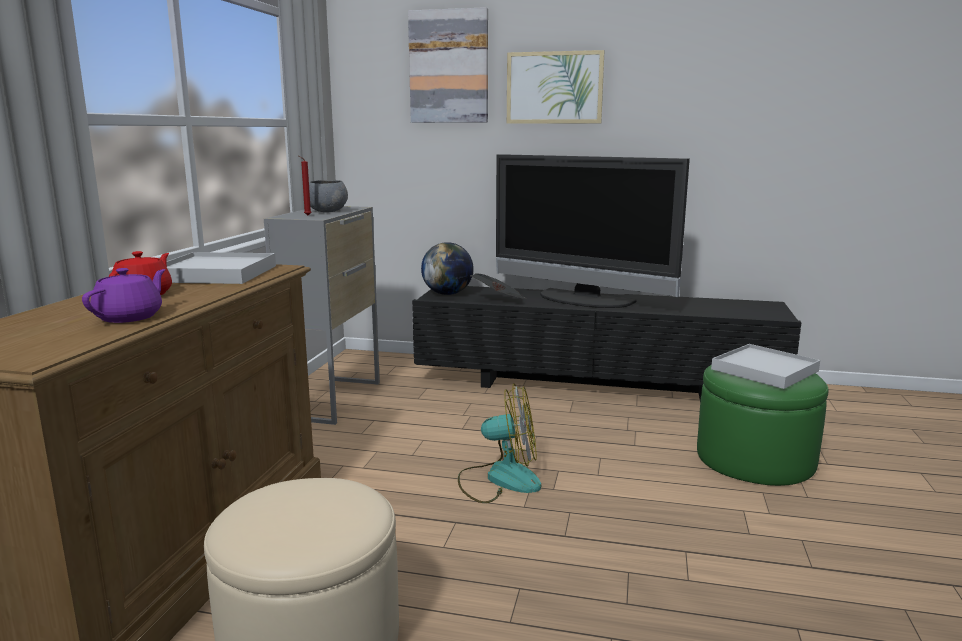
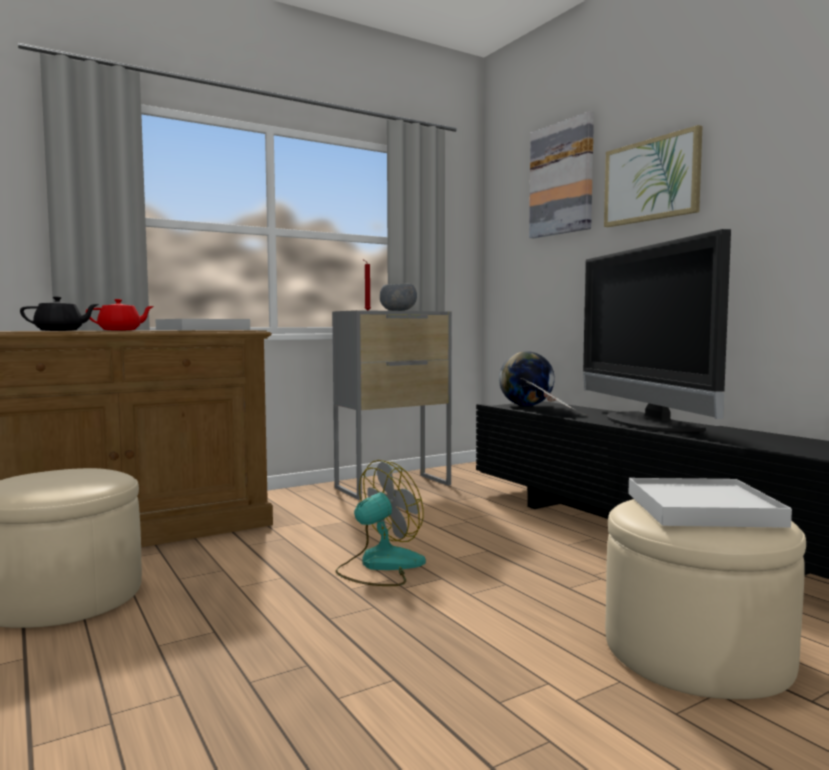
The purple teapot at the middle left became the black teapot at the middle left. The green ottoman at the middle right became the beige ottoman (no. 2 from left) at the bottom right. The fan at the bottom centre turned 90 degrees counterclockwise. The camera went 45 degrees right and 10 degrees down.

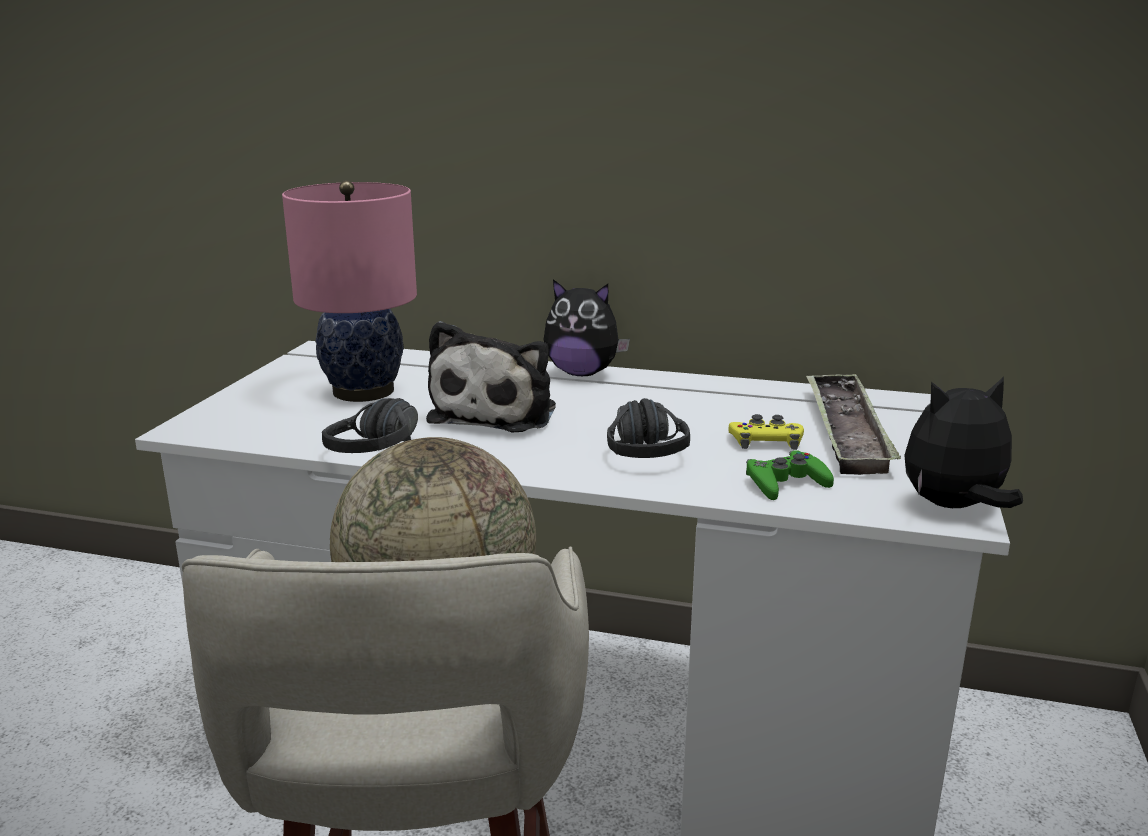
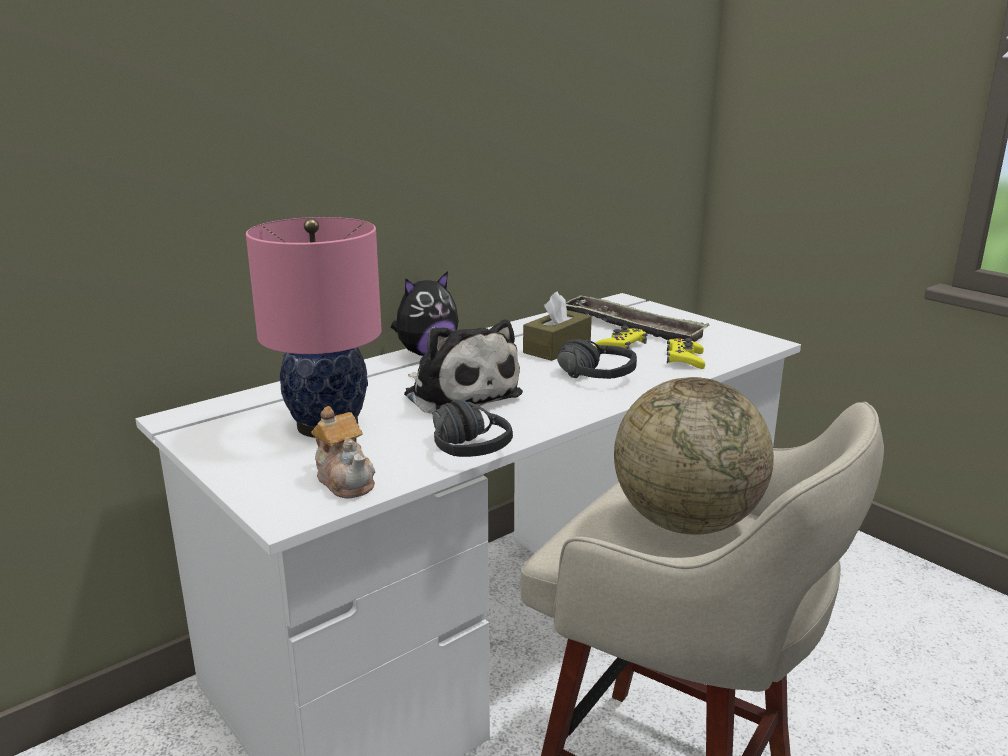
The plush toy (no. 3 from left) at the middle right disappeared. The teapot at the centre appeared. The brown tissue box at the centre appeared. The green game controller at the middle right became the yellow game controller (no. 2 from left) at the middle right. The camera went 55 degrees left and 0 degrees up.

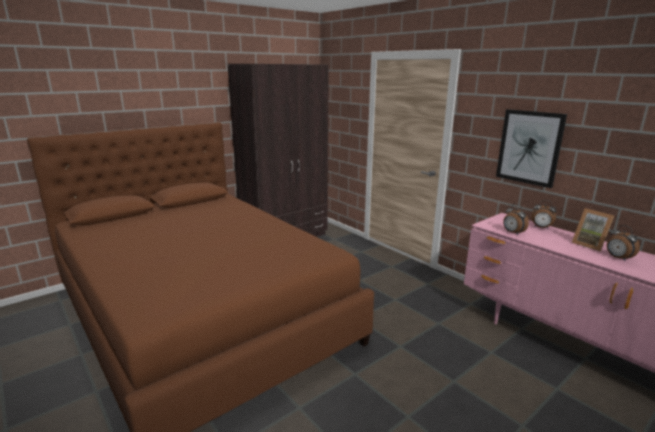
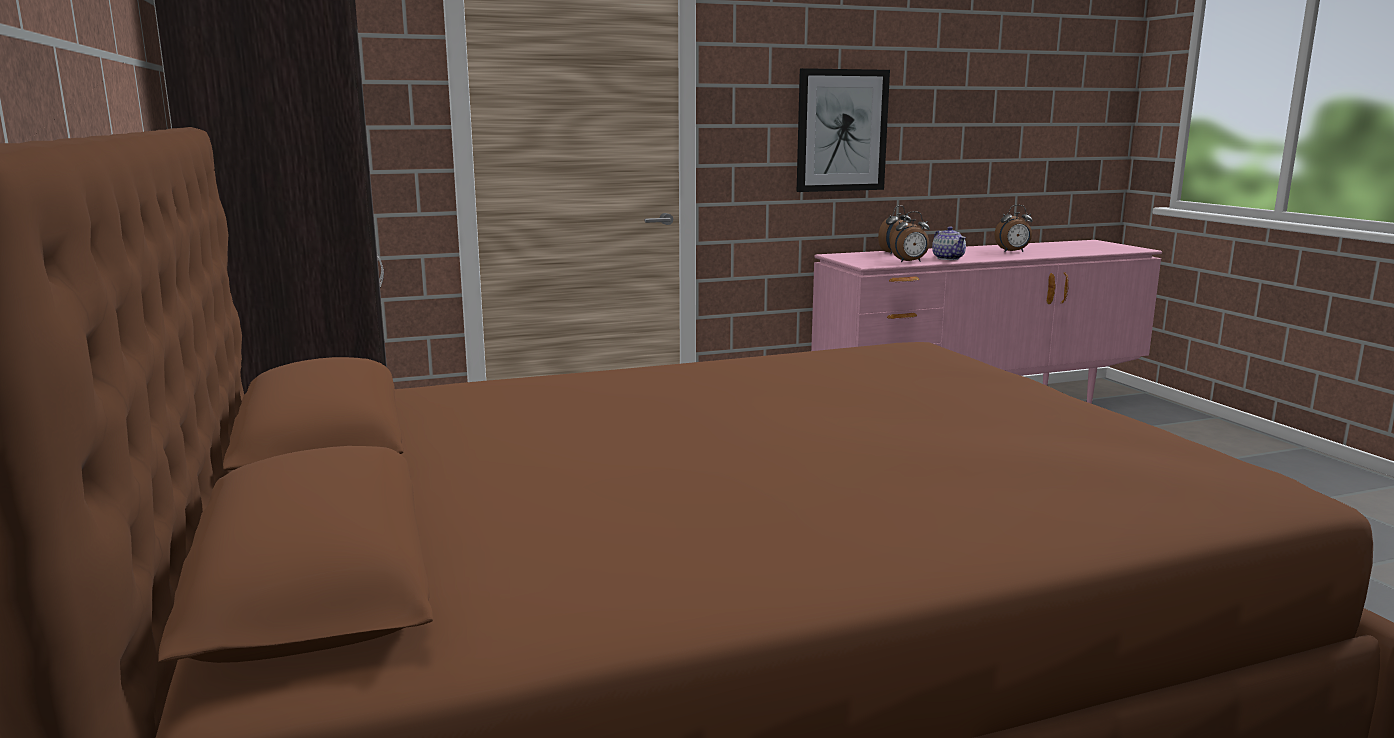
The picture frame at the middle right disappeared. The teapot at the top right appeared. The camera went 70 degrees left and 5 degrees down.

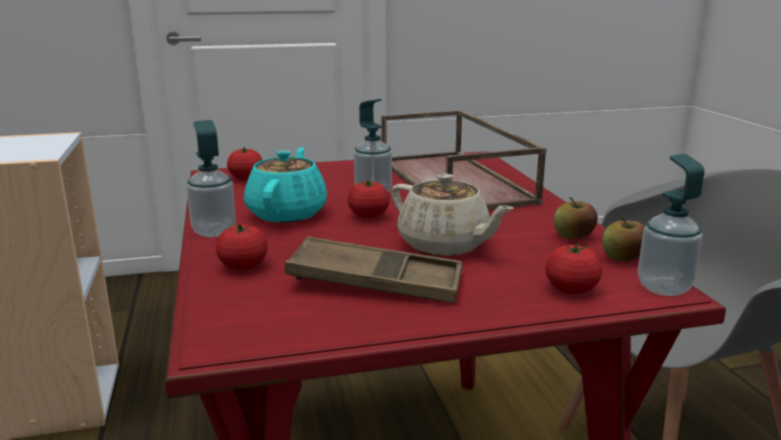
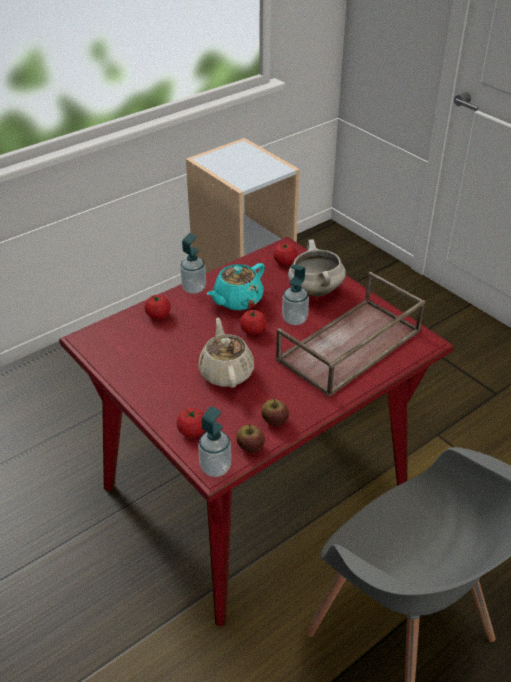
The brown tray (no. 1 from left) at the centre disappeared. The white cooking pot at the centre appeared. The turquoise teapot at the centre turned 150 degrees clockwise. The beige teapot at the centre turned 150 degrees clockwise. The camera went 65 degrees right and 20 degrees up.

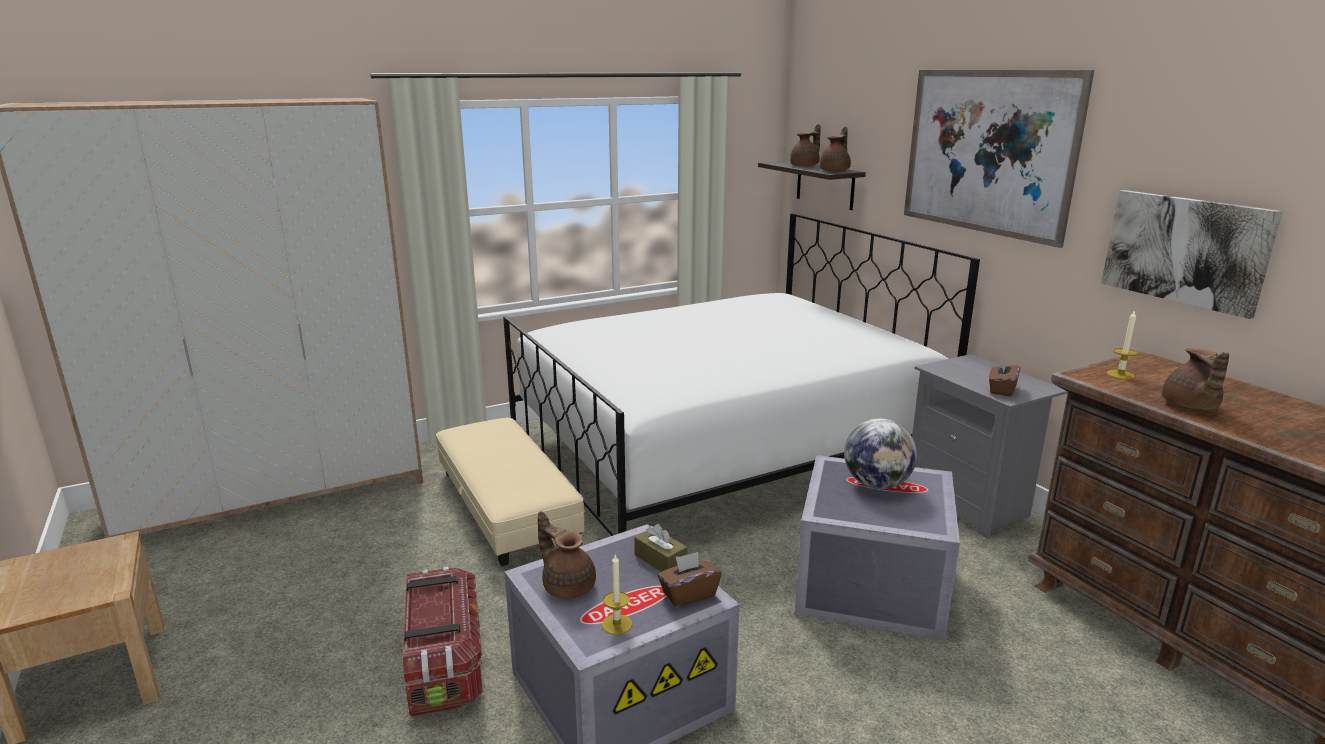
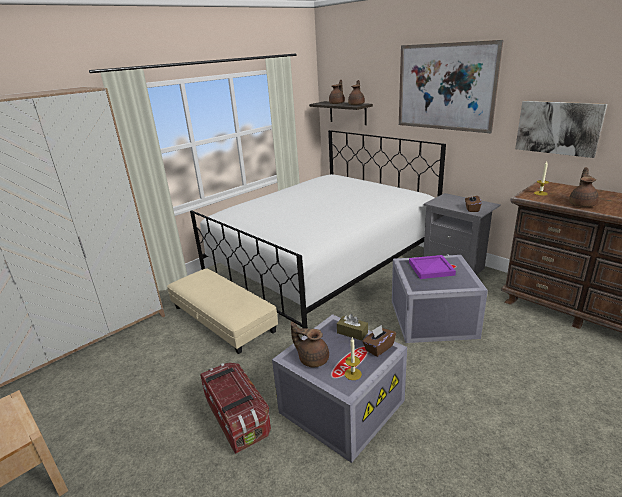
The globe at the centre was replaced by the purple tray at the middle right. The brown teapot (no. 4 from left) at the middle right turned 150 degrees counterclockwise. The camera went 15 degrees left and 5 degrees up.

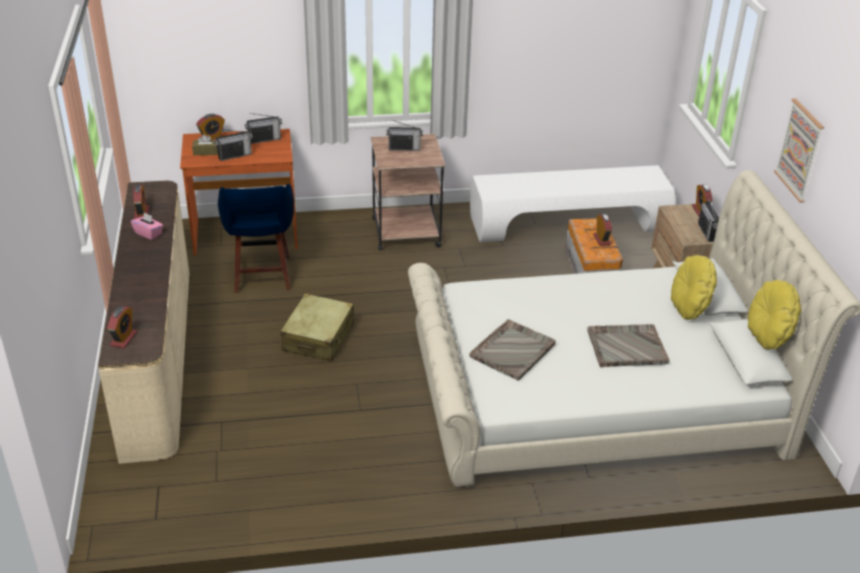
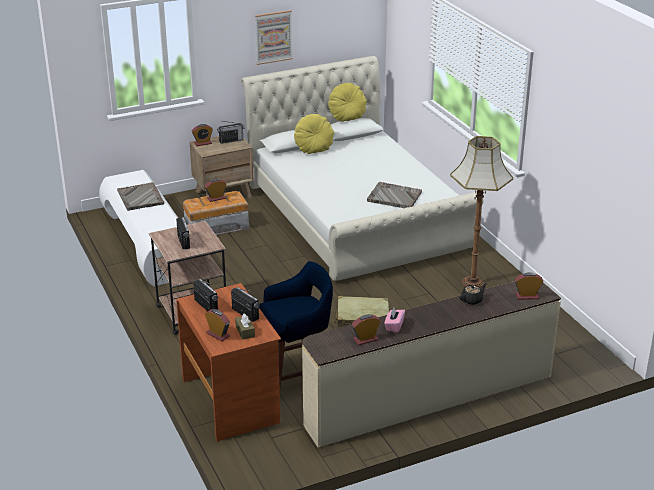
The floor lamp at the middle right appeared. The black teapot at the middle right appeared. The grey tray (no. 2 from left in the first image) moved from the middle right to the middle left. The camera went 105 degrees left and 5 degrees down.

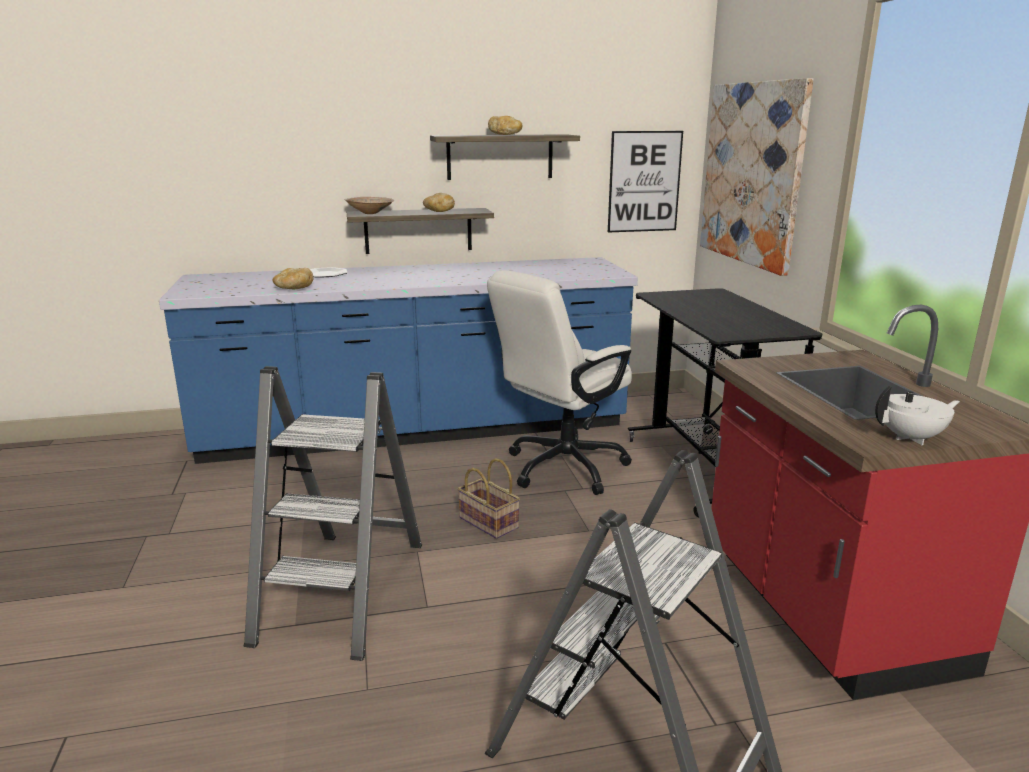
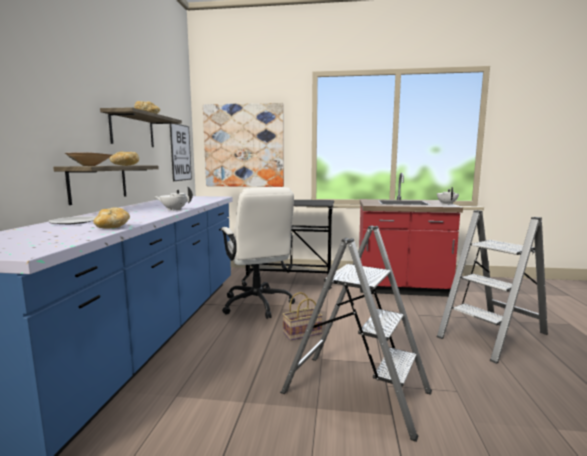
The white teapot (no. 1 from left) at the middle left appeared. The camera went 70 degrees left and 10 degrees down.

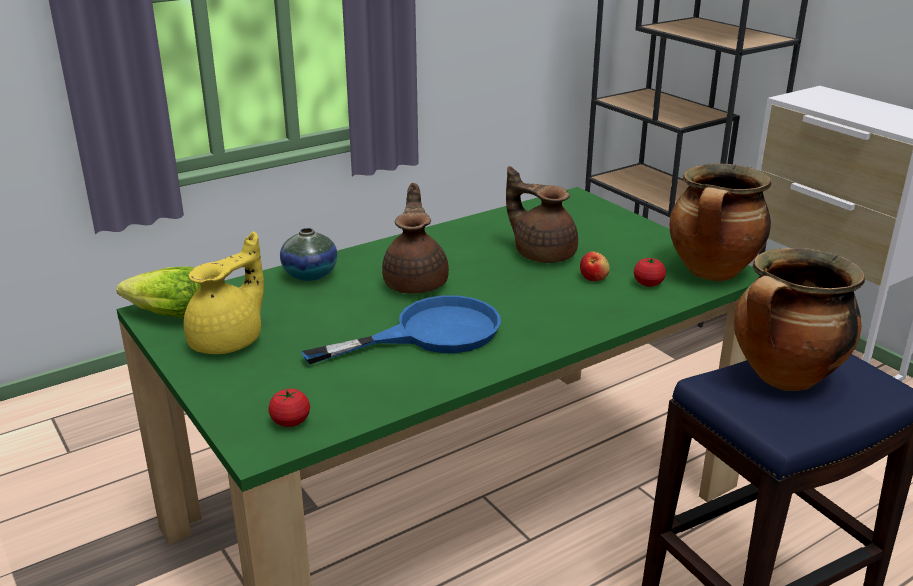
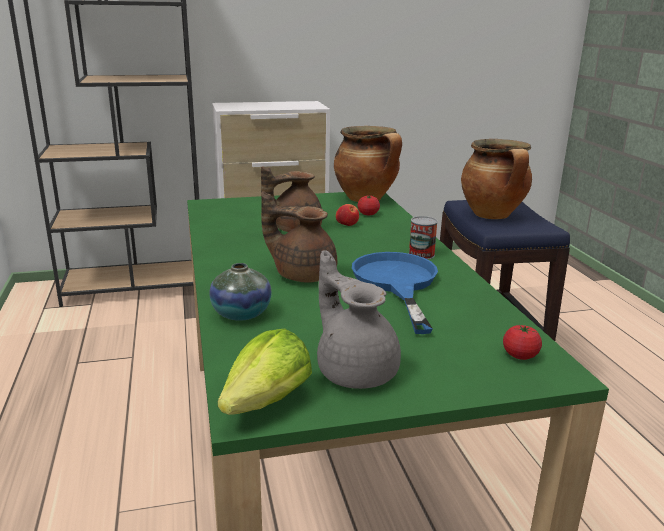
The can at the centre appeared. The yellow teapot at the middle left became the grey teapot at the centre. The camera went 70 degrees left and 5 degrees down.

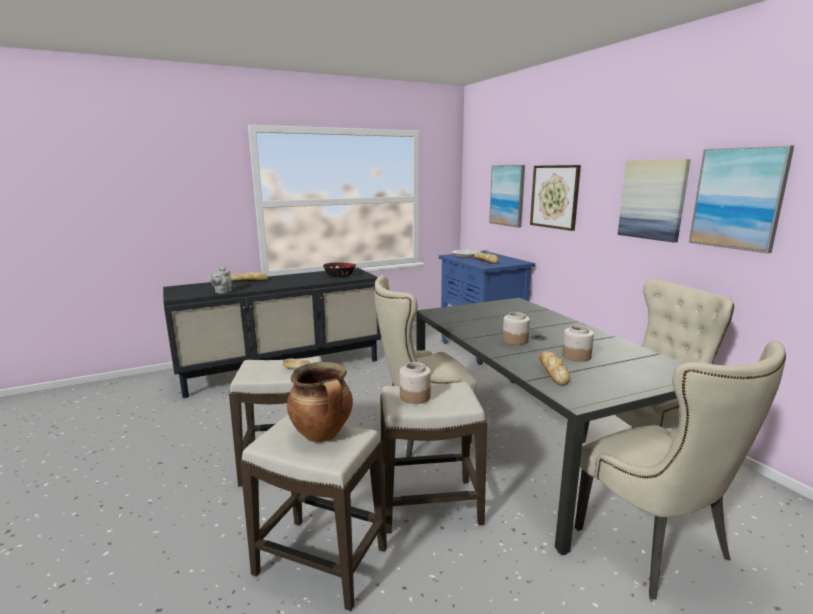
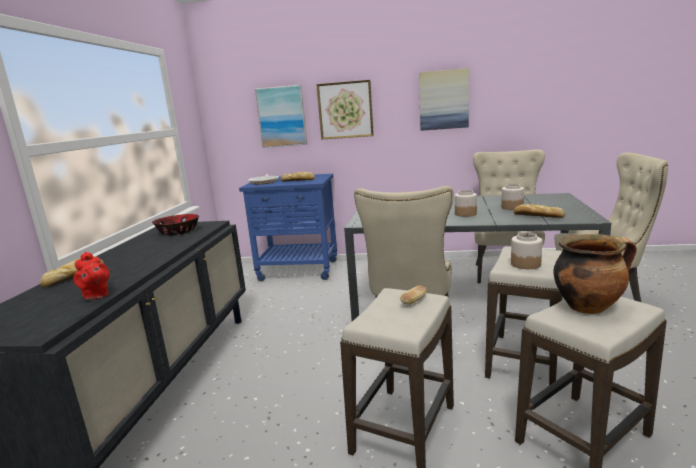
The picture (no. 4 from left) at the top right disappeared. The grey teapot at the middle left became the red teapot at the middle left. The camera went 55 degrees left and 0 degrees up.

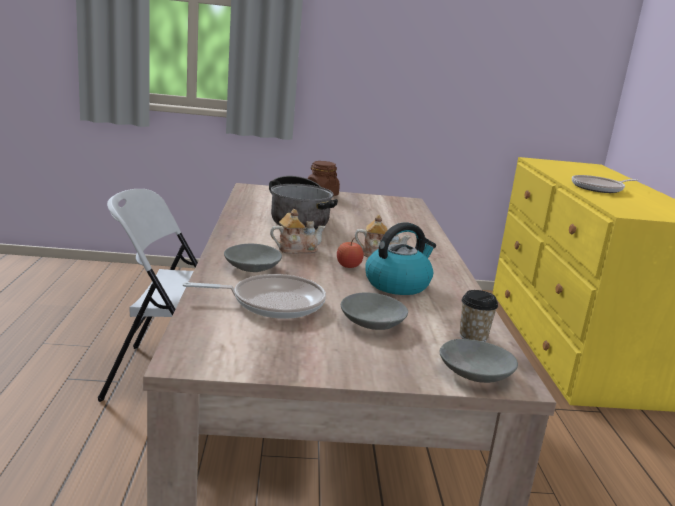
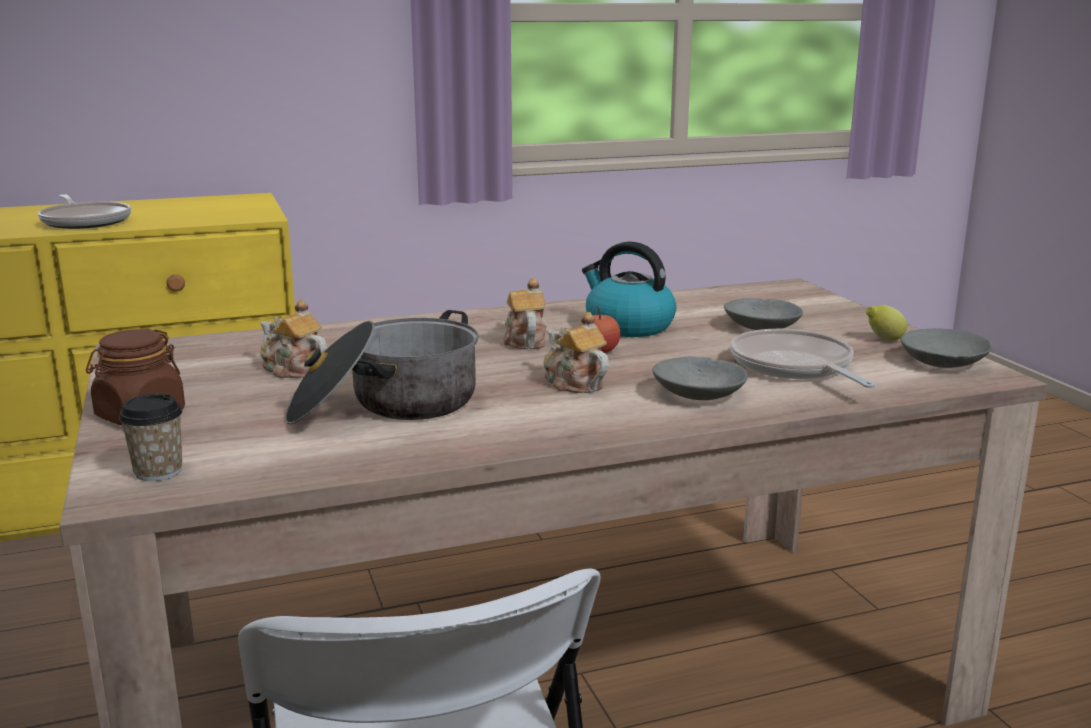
The teapot (no. 1 from left) at the middle left appeared. The lemon at the middle right appeared. The grey bowl (no. 3 from left) moved from the bottom right to the middle right. The cup moved from the middle right to the middle left. The camera went 105 degrees left and 0 degrees up.

